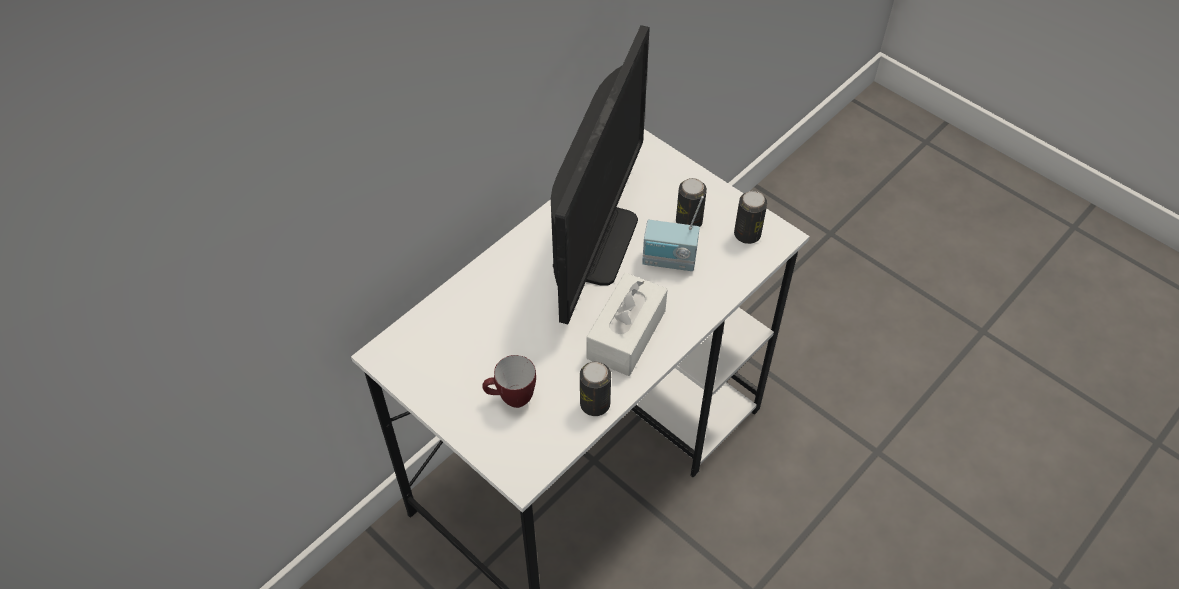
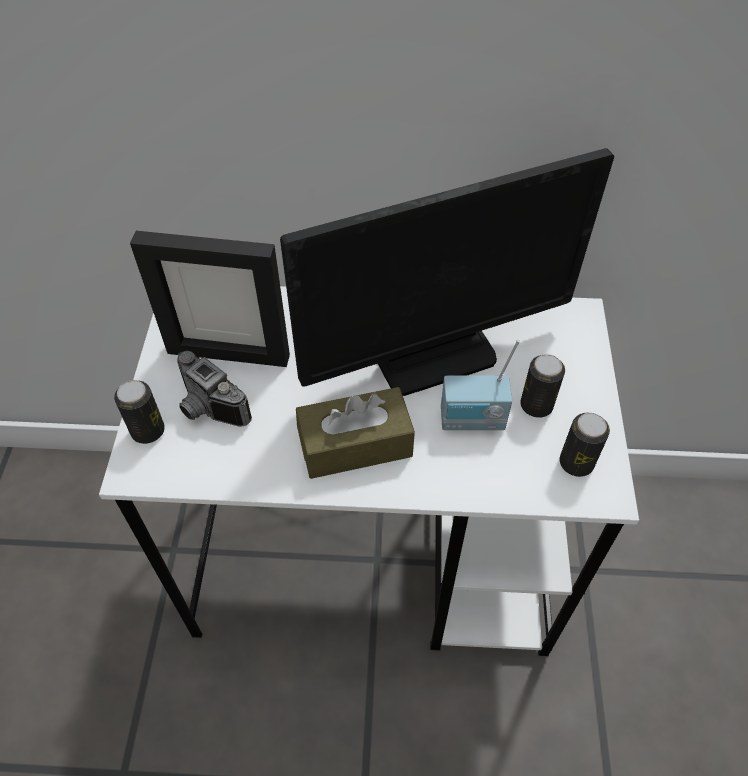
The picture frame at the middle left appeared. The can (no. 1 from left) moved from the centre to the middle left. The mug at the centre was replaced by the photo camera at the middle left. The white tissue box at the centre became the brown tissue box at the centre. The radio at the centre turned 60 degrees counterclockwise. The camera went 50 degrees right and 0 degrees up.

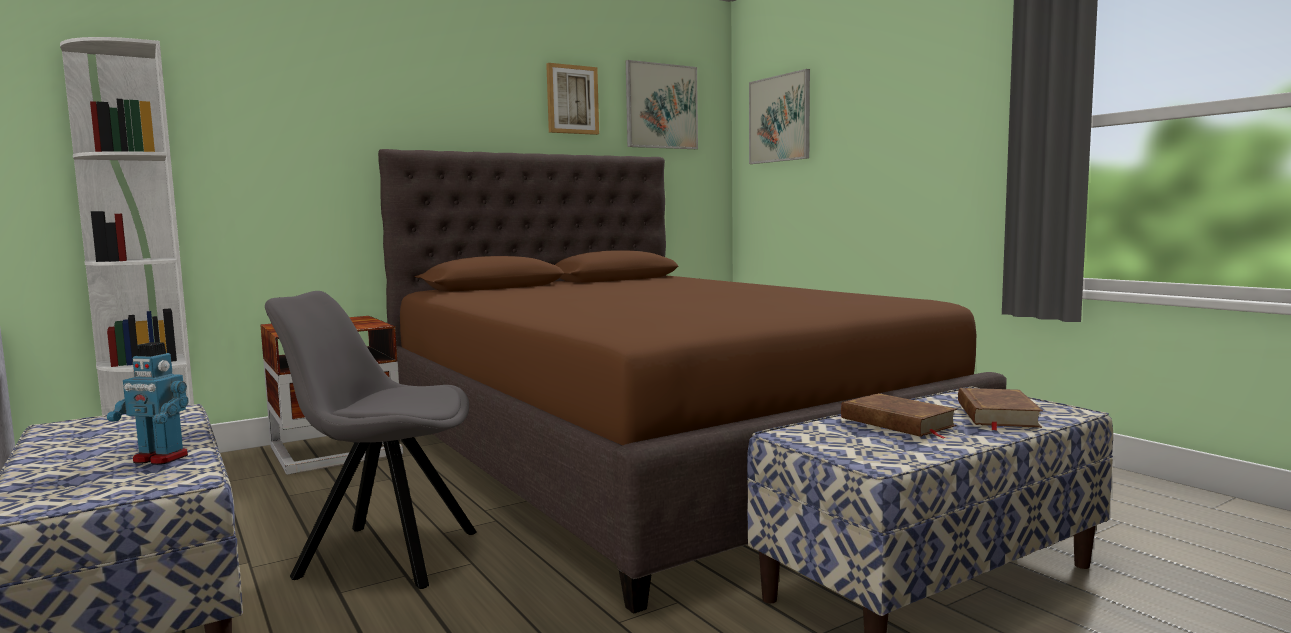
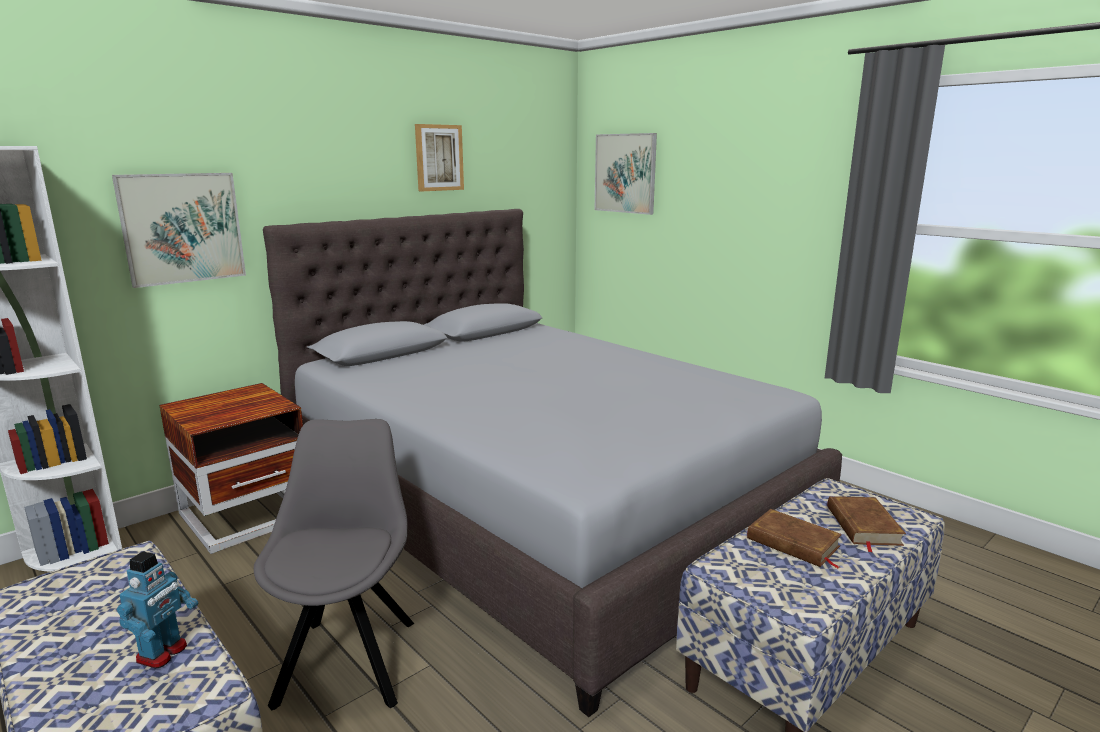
The picture (no. 2 from left in the first image) moved from the top centre to the top left. The brown bed at the centre became the grey bed at the centre. The toy robot at the middle left turned 75 degrees counterclockwise. The grey chair at the bottom left turned 90 degrees clockwise. The camera went 10 degrees left and 10 degrees up.

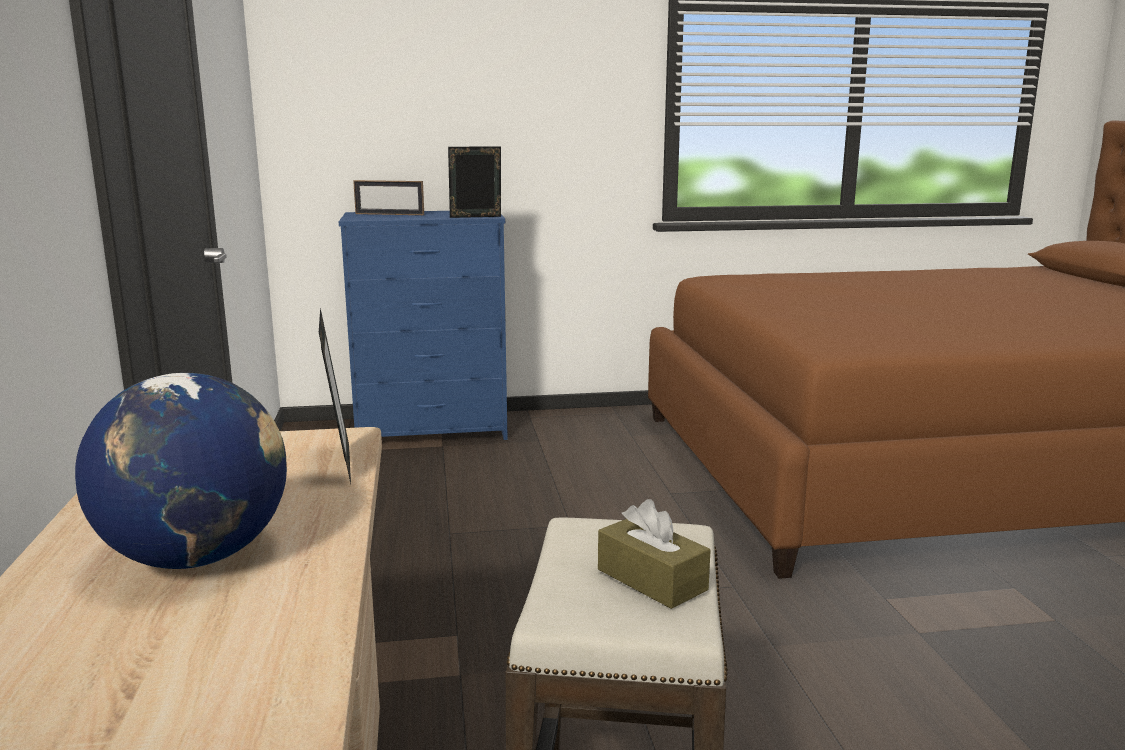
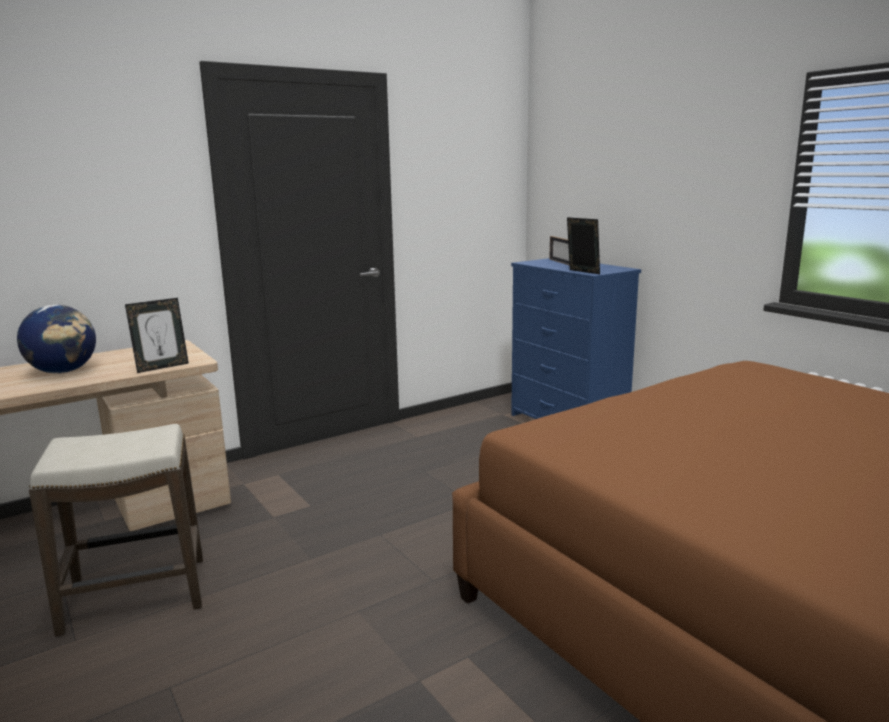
The brown tissue box at the bottom centre disappeared. The camera went 65 degrees right and 0 degrees up.

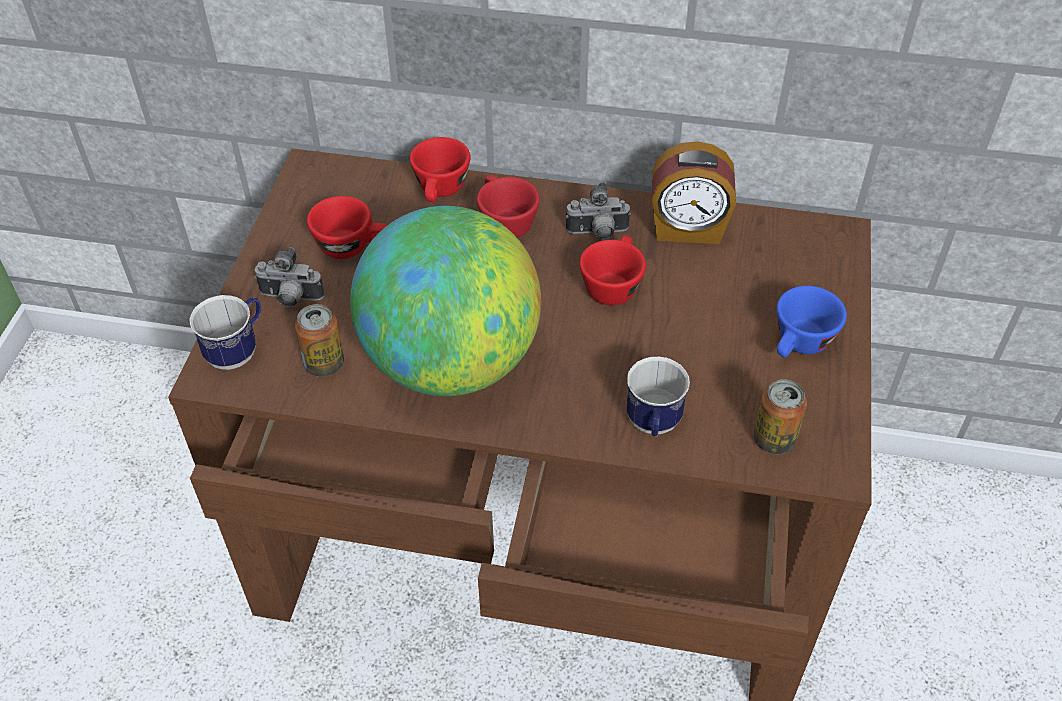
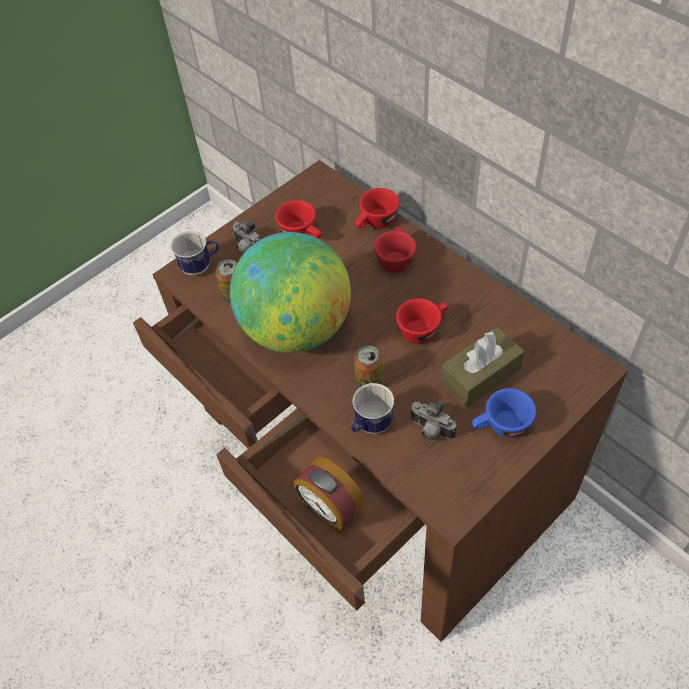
The brown tissue box at the middle right appeared. The photo camera (no. 2 from left) moved from the top centre to the centre. The alarm clock moved from the top centre to the bottom centre. The can (no. 2 from left) moved from the middle right to the centre. The camera went 40 degrees right and 5 degrees up.

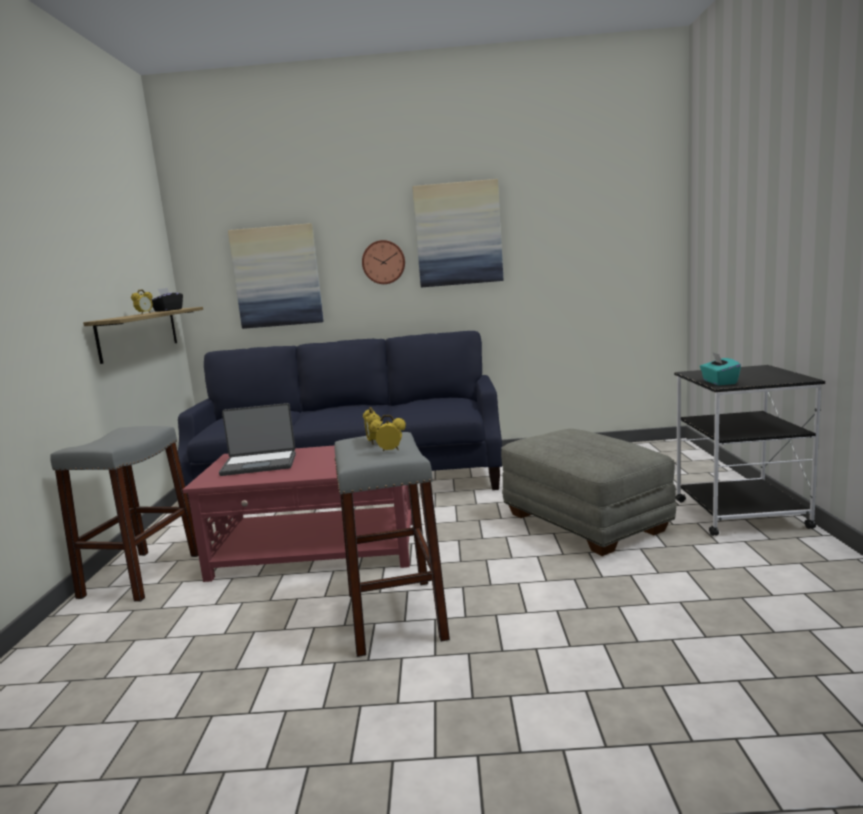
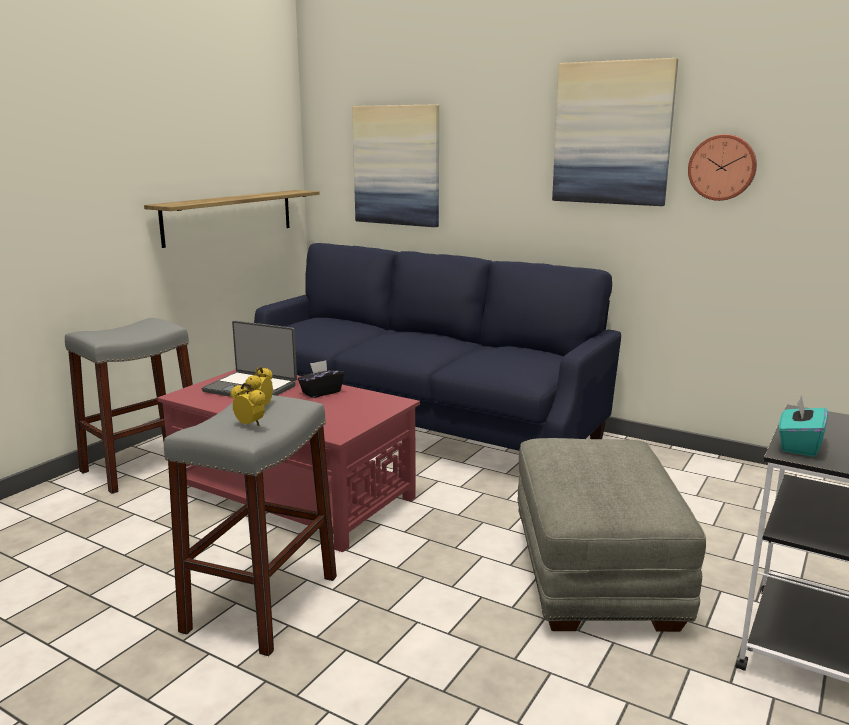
The alarm clock (no. 1 from left) at the middle left disappeared. The black tissue box moved from the middle left to the centre. The wall clock moved from the top centre to the top right. The camera went 30 degrees right and 5 degrees up.

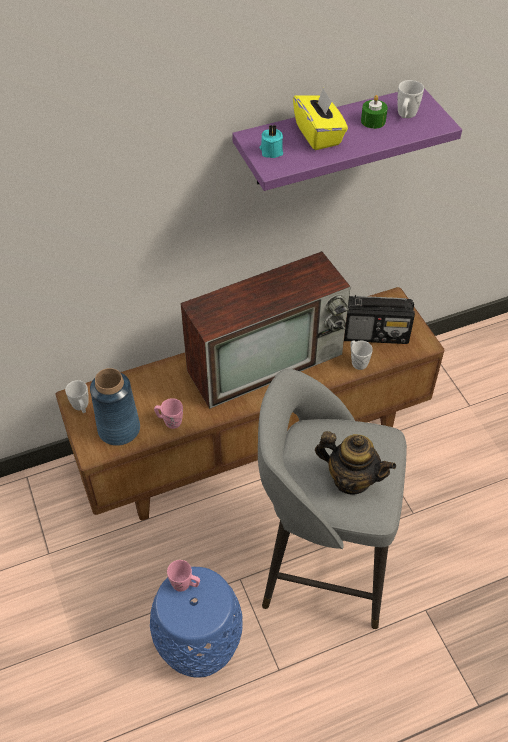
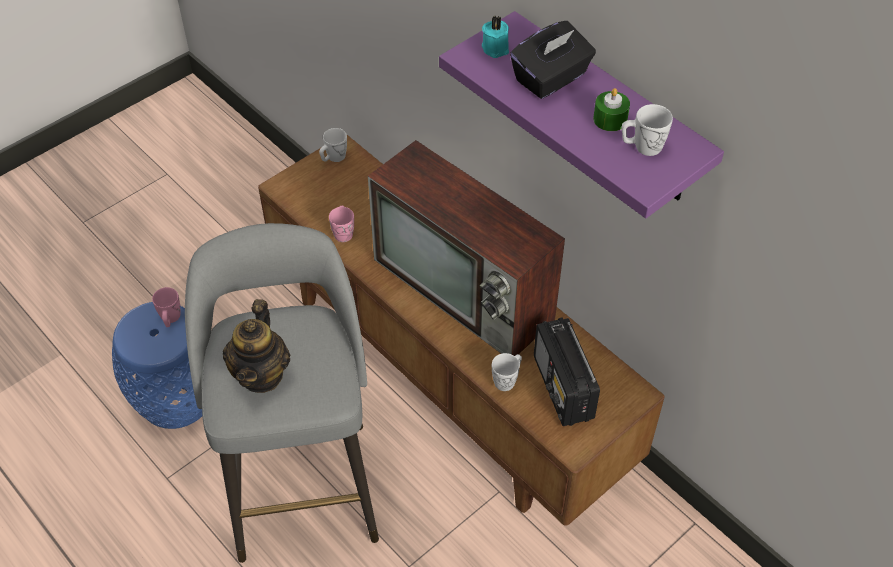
The blue vase at the middle left disappeared. The yellow tissue box at the top centre became the black tissue box at the top centre. The camera went 70 degrees right and 0 degrees up.

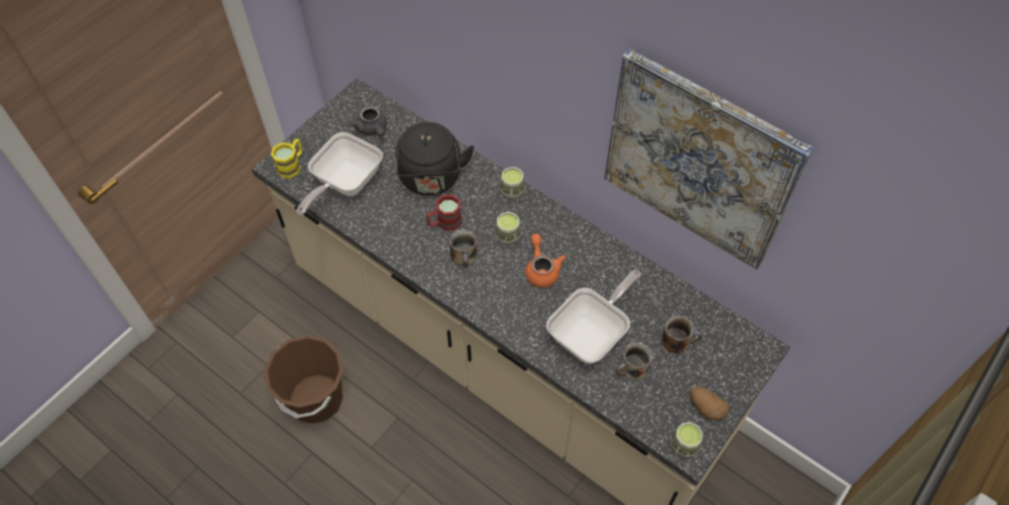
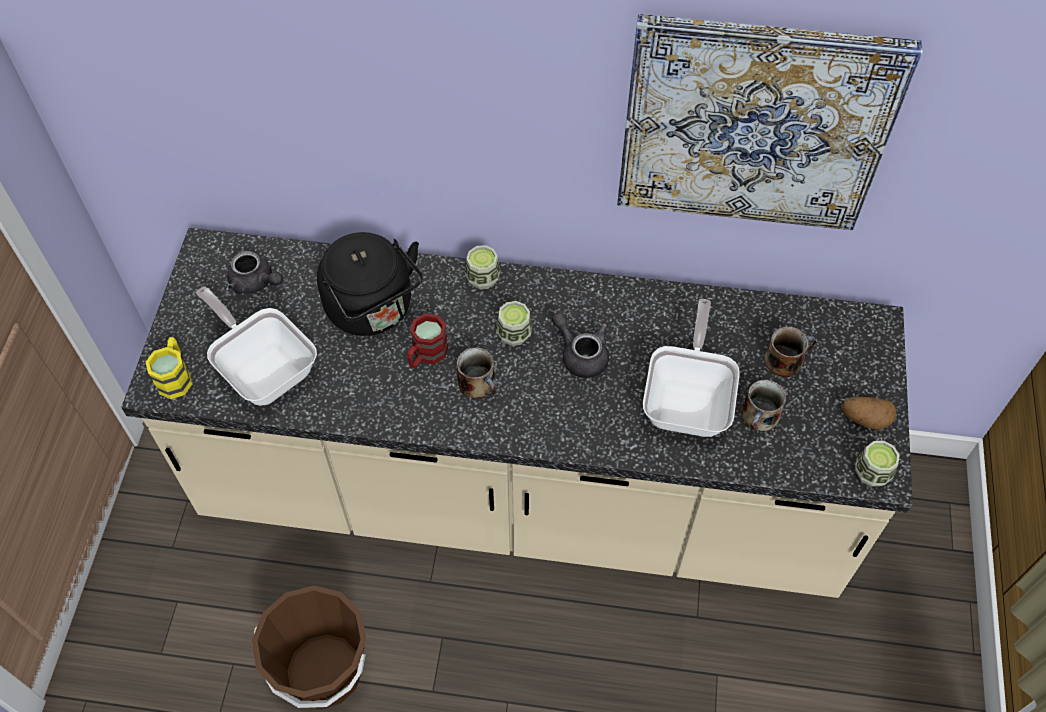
The orange teapot at the centre became the grey teapot (no. 2 from left) at the centre. The frying pan (no. 1 from left) at the centre turned 135 degrees clockwise. The camera went 30 degrees left and 0 degrees up.

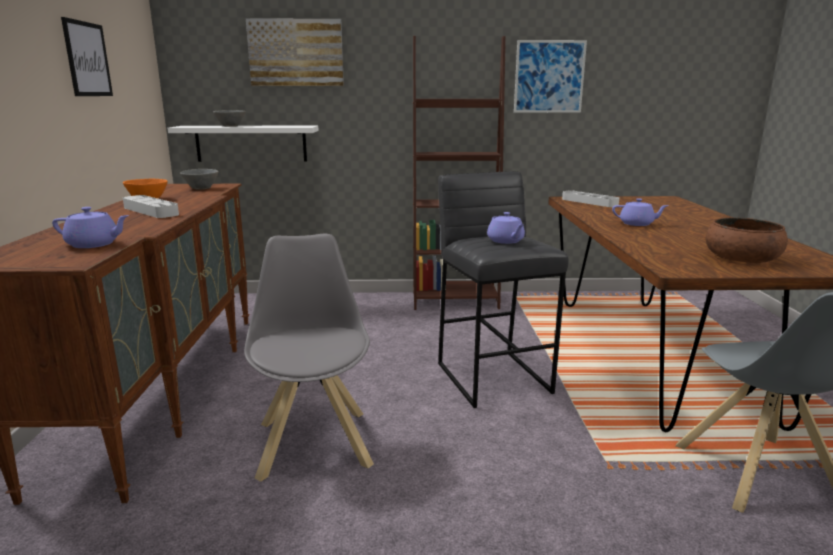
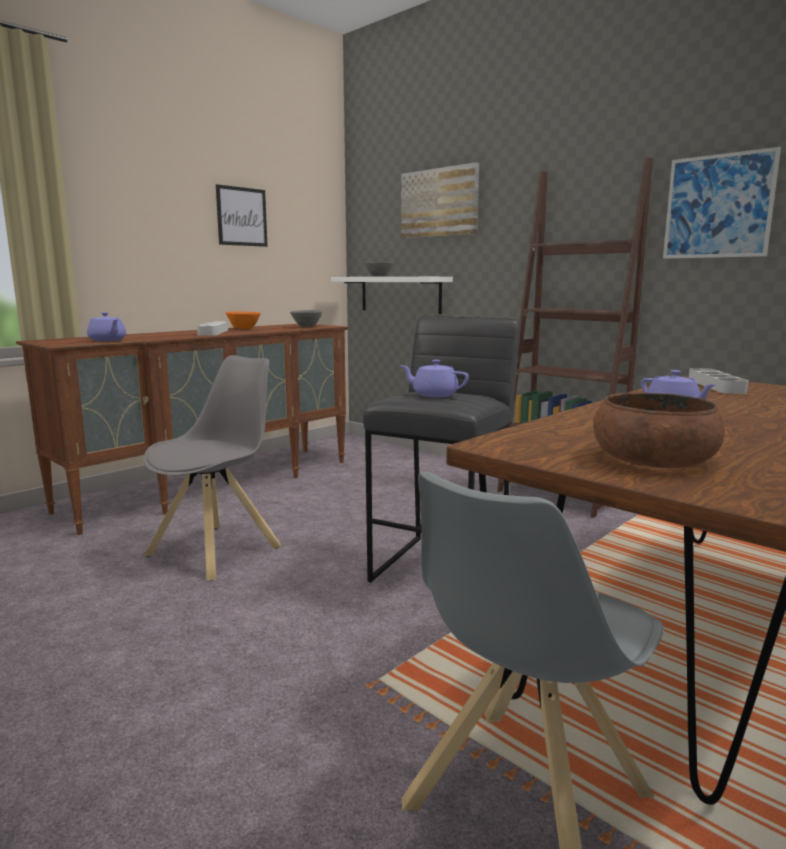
The purple teapot (no. 2 from left) at the centre turned 90 degrees clockwise. The camera went 45 degrees right and 5 degrees down.

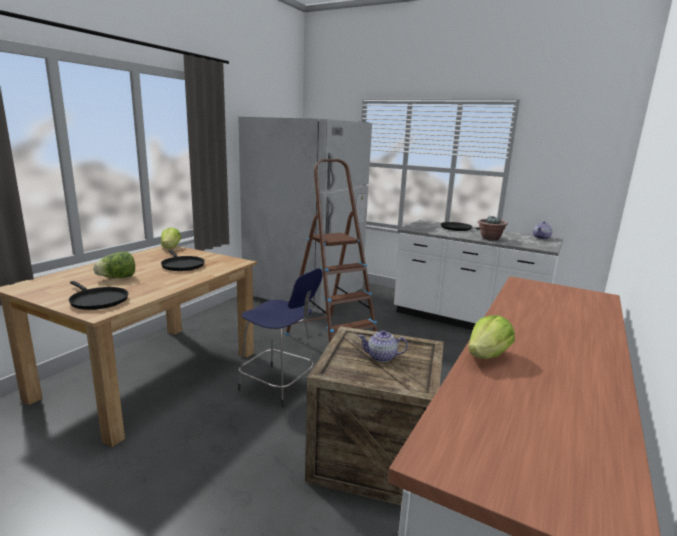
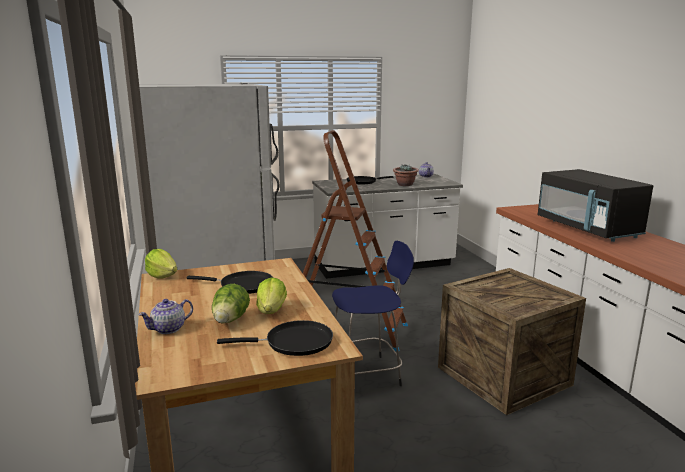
The black microwave at the middle right appeared. The teapot (no. 1 from left) moved from the centre to the bottom left. The lettuce (no. 3 from left) moved from the middle right to the centre. The camera went 45 degrees left and 0 degrees up.

